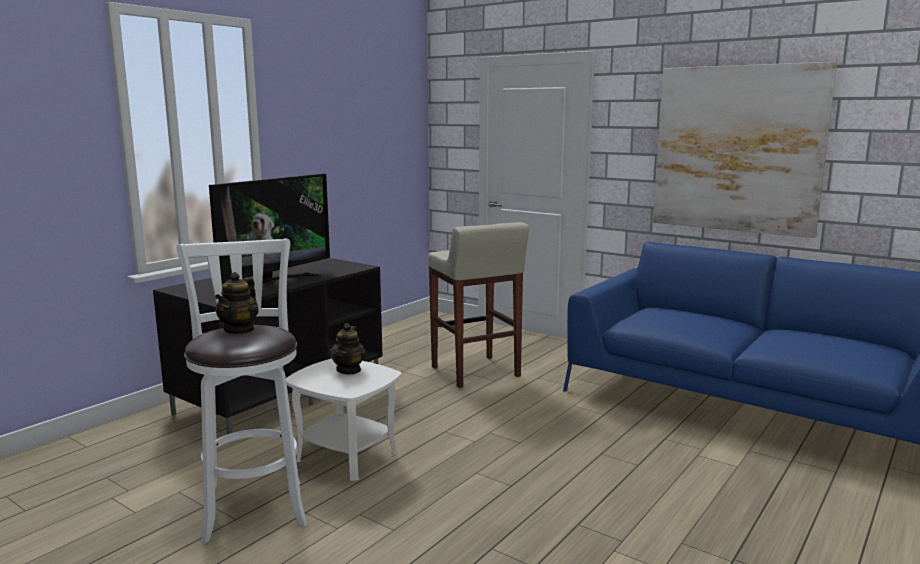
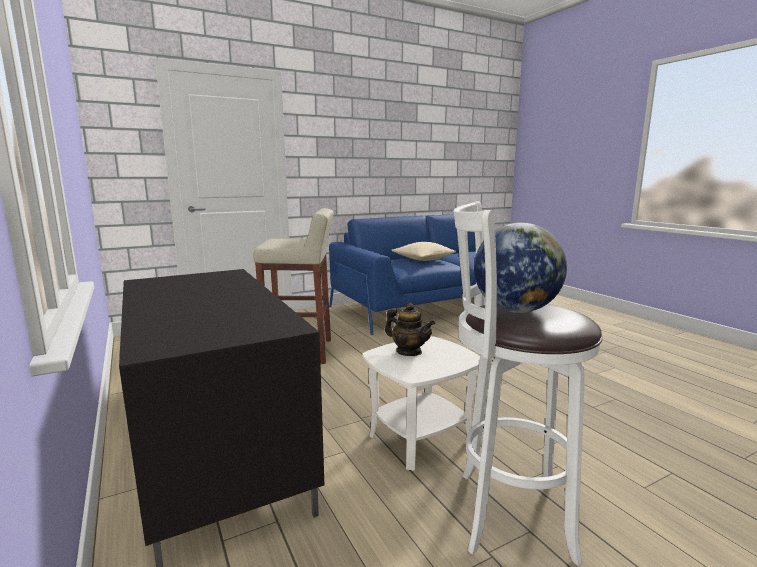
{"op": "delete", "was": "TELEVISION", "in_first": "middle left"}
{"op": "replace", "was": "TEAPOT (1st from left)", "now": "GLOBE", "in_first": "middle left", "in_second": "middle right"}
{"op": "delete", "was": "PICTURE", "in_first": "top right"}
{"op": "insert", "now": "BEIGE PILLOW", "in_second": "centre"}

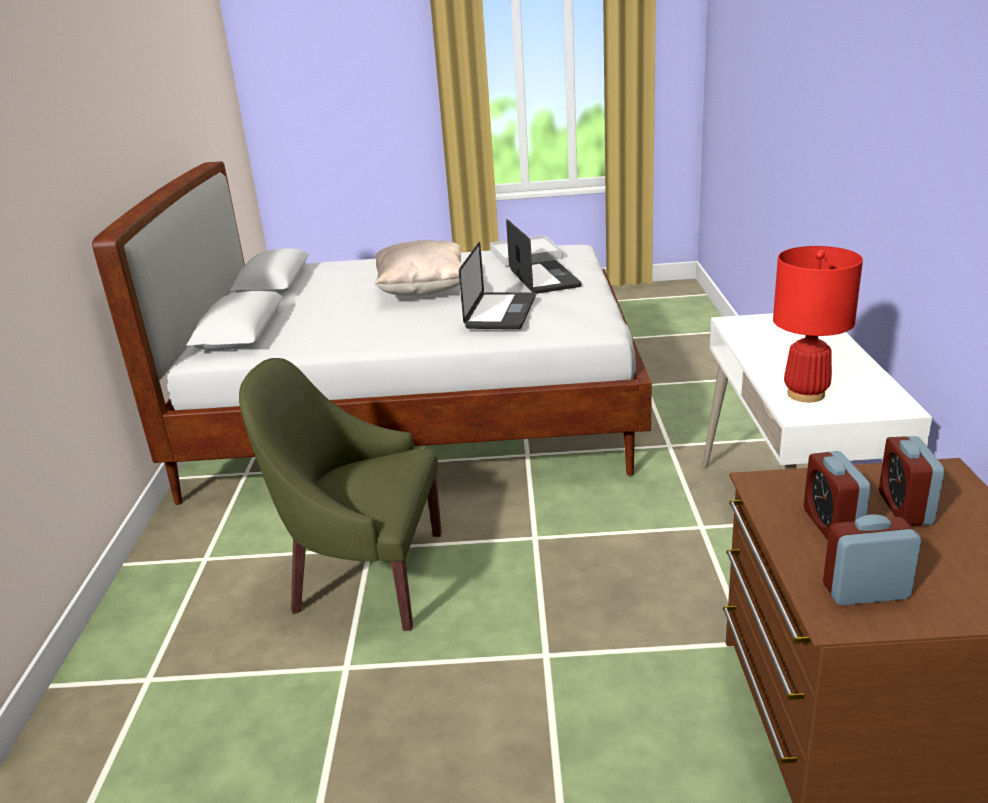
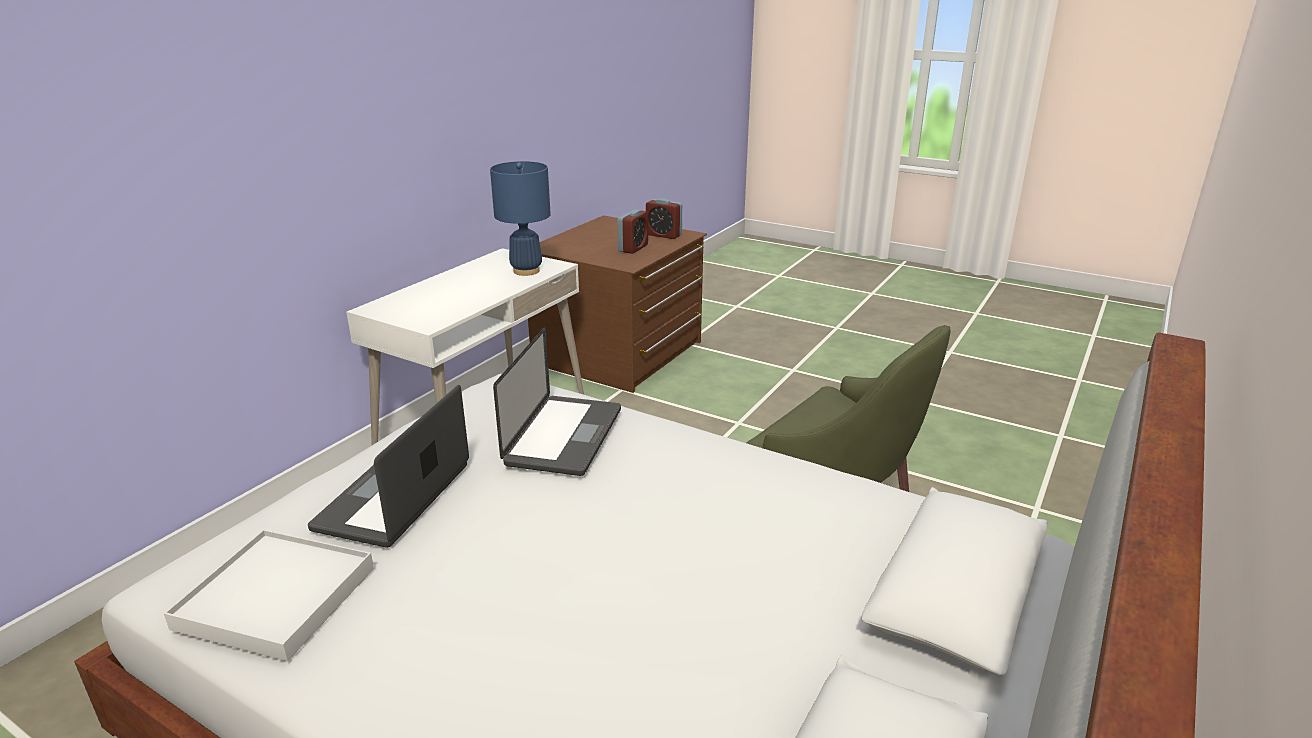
{"op": "delete", "was": "BEIGE PILLOW", "in_first": "centre"}
{"op": "rotate", "was": "LAPTOP (1st from left in the first image)", "in_first": "centre", "in_second": "centre", "clockwise": 150}
{"op": "recolor", "was": "RED TABLE LAMP", "now": "BLUE TABLE LAMP", "in_first": "middle right", "in_second": "top centre"}
{"op": "delete", "was": "ALARM CLOCK (3rd from left)", "in_first": "middle right"}

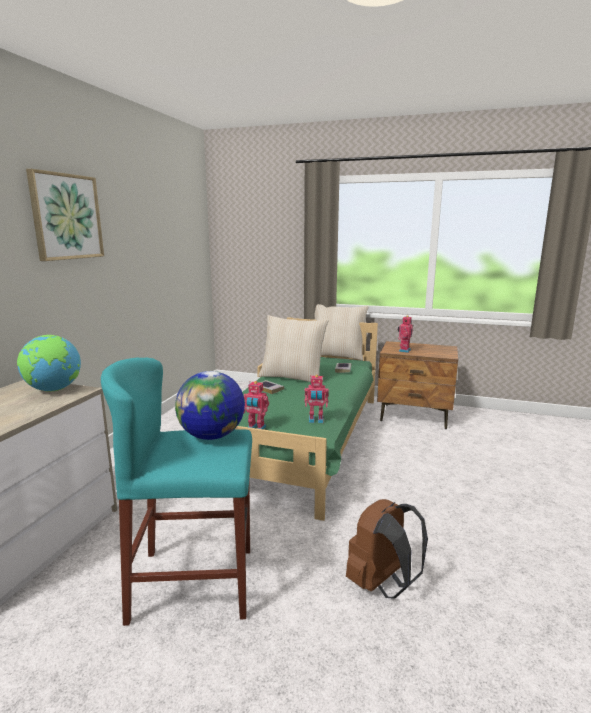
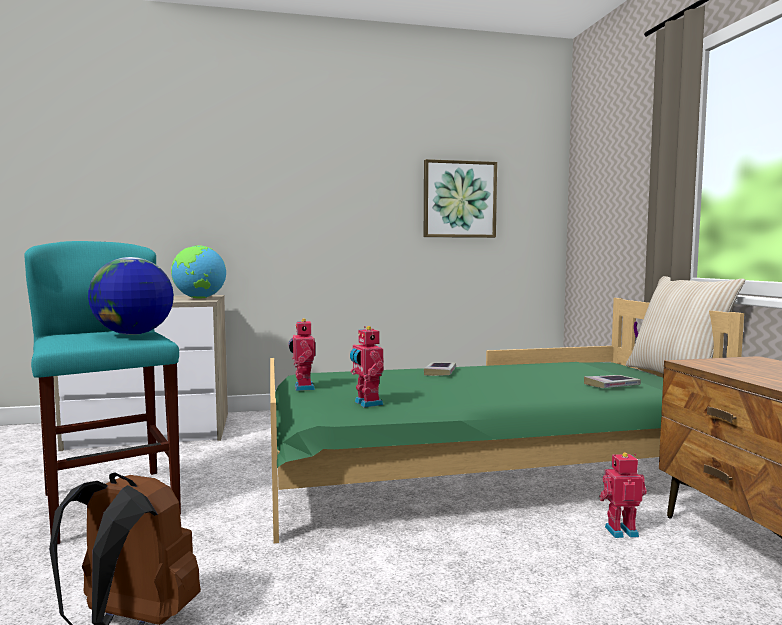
{"op": "move", "was": "PICTURE", "in_first": "top left", "in_second": "top centre"}
{"op": "delete", "was": "BEIGE PILLOW (1st from left)", "in_first": "centre"}
{"op": "move", "was": "TOY ROBOT (3rd from left)", "in_first": "middle right", "in_second": "bottom right"}

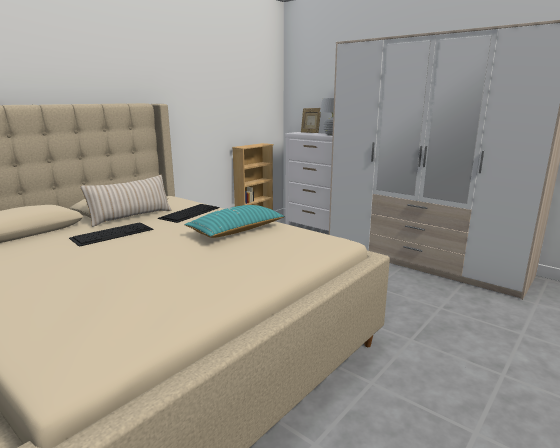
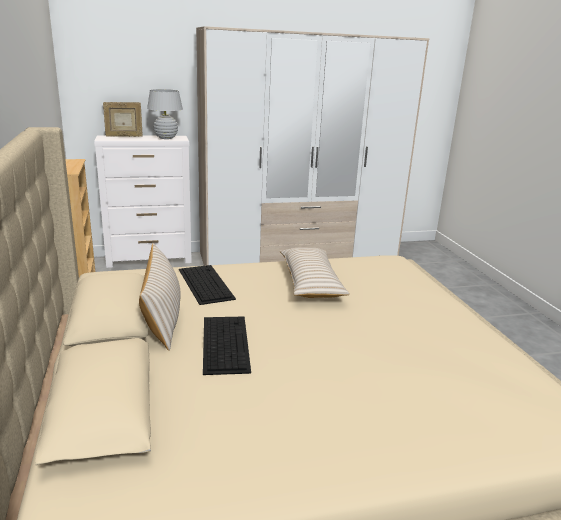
{"op": "recolor", "was": "TURQUOISE PILLOW", "now": "BEIGE PILLOW (2nd from left)", "in_first": "centre", "in_second": "centre"}

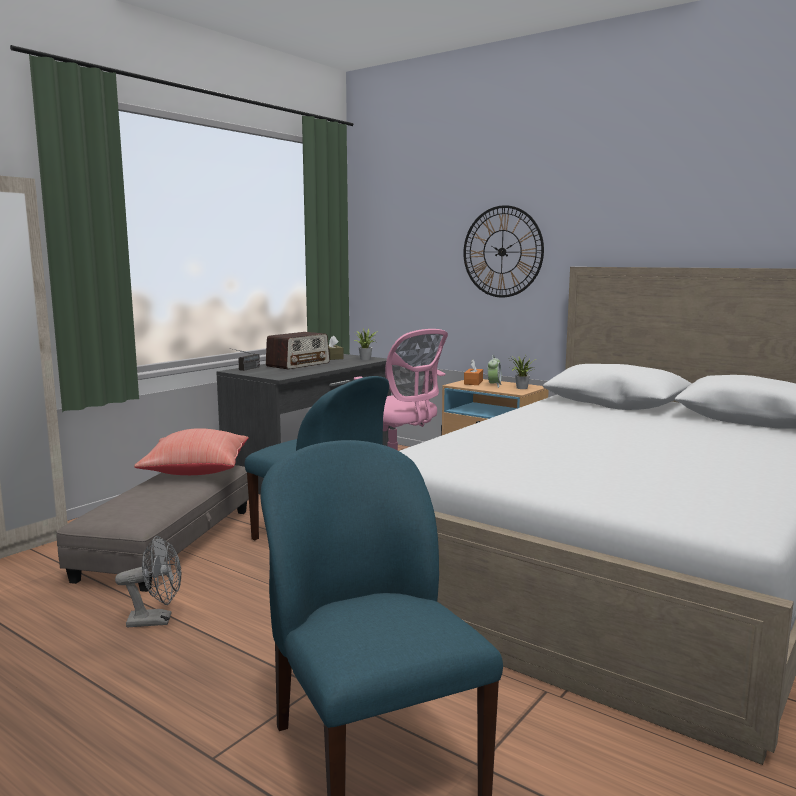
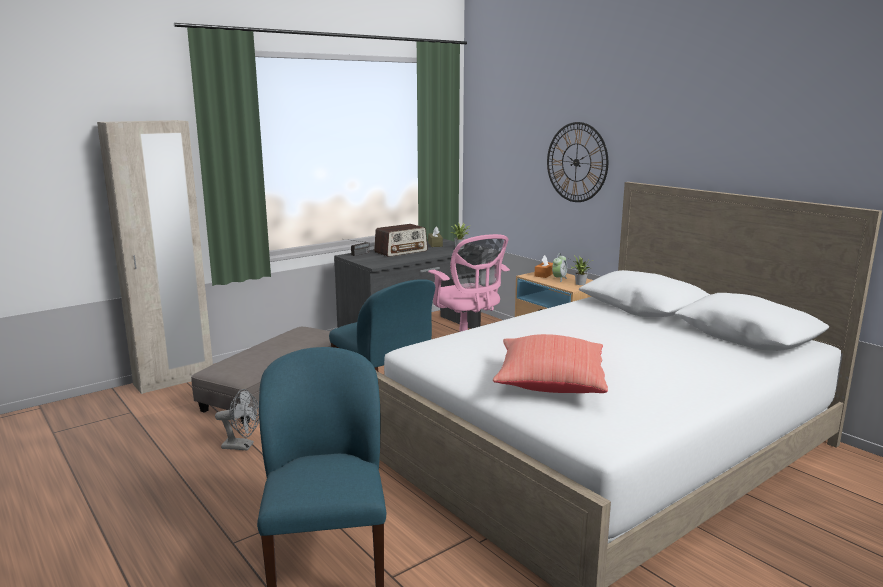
{"op": "move", "was": "RED PILLOW", "in_first": "middle left", "in_second": "centre"}

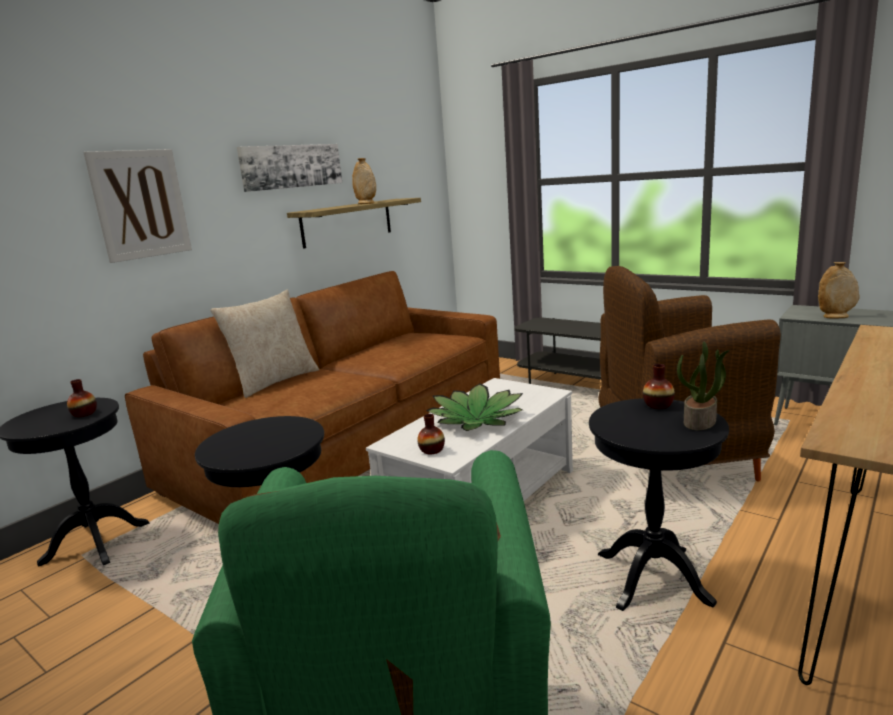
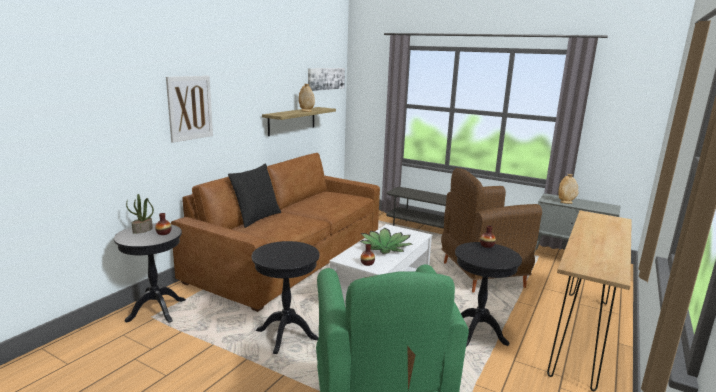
{"op": "recolor", "was": "BEIGE PILLOW", "now": "BLACK PILLOW", "in_first": "middle left", "in_second": "centre"}
{"op": "move", "was": "PICTURE (2nd from left)", "in_first": "top left", "in_second": "top centre"}
{"op": "move", "was": "POTTED PLANT (2nd from left in the first image)", "now": "POTTED PLANT (1st from left)", "in_first": "middle right", "in_second": "middle left"}

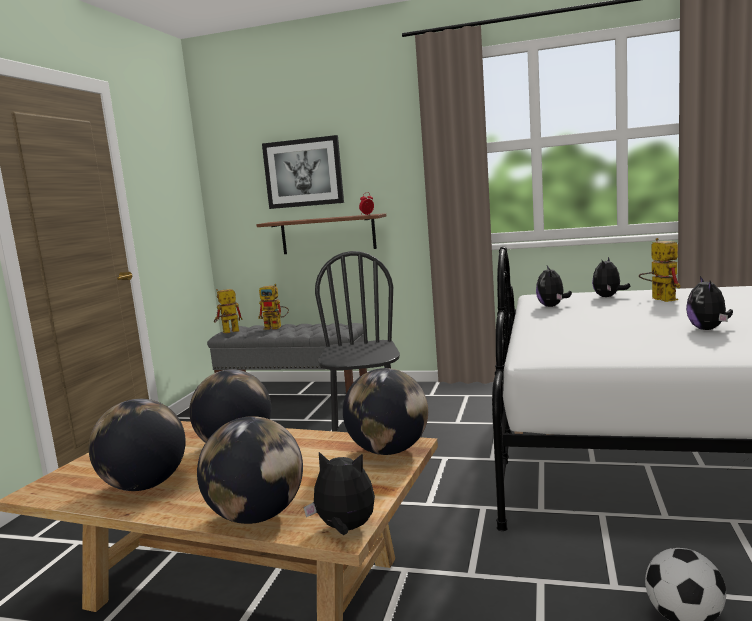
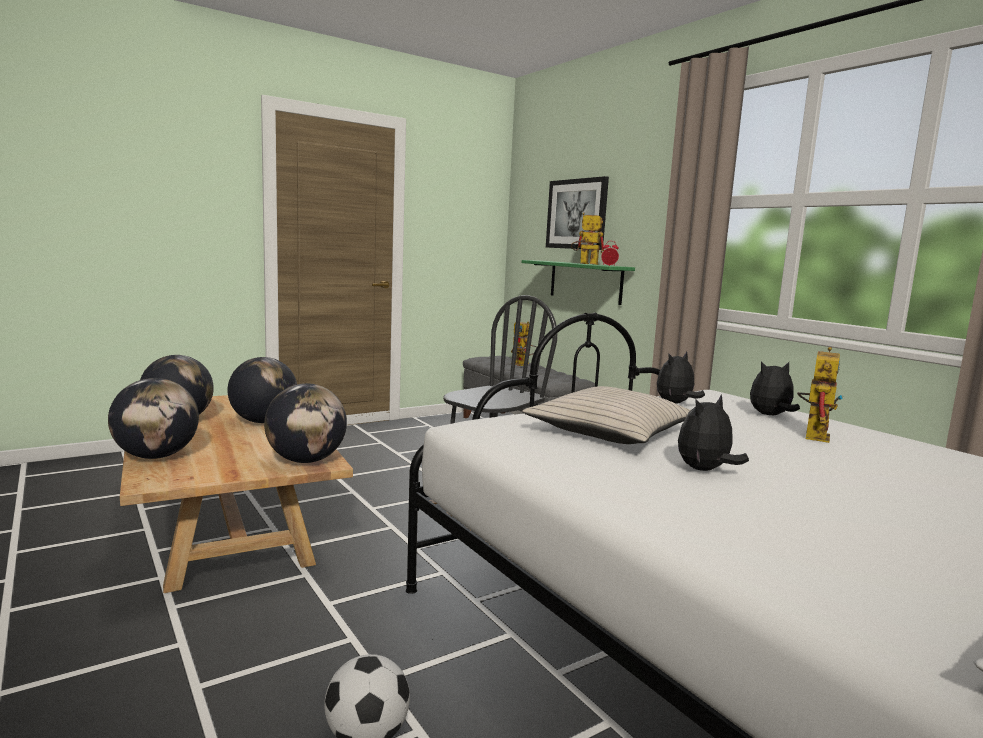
{"op": "move", "was": "TOY ROBOT (1st from left in the first image)", "now": "TOY ROBOT (2nd from left)", "in_first": "middle left", "in_second": "top centre"}
{"op": "recolor", "was": "BROWN SHELF", "now": "GREEN SHELF", "in_first": "centre", "in_second": "centre"}
{"op": "delete", "was": "PLUSH TOY (1st from left)", "in_first": "bottom centre"}
{"op": "insert", "now": "BEIGE PILLOW", "in_second": "centre"}

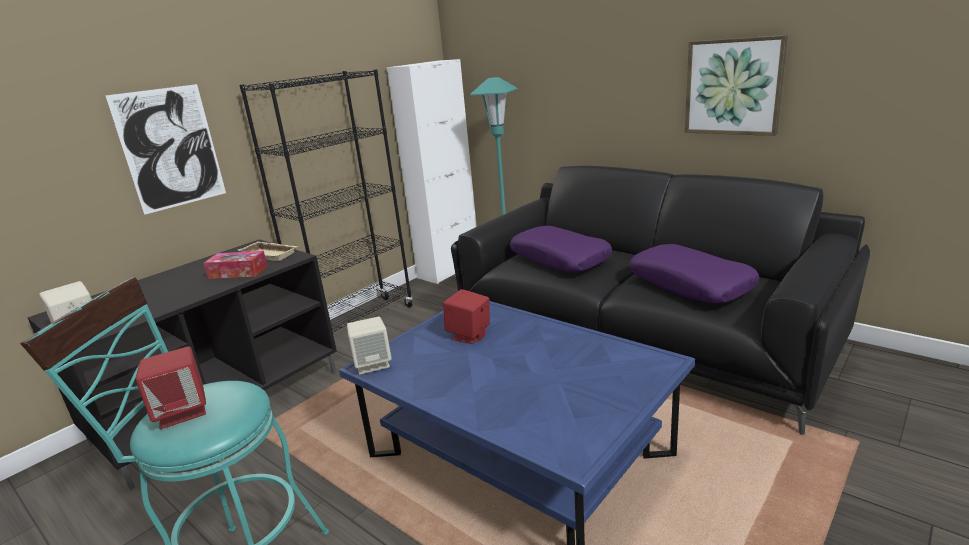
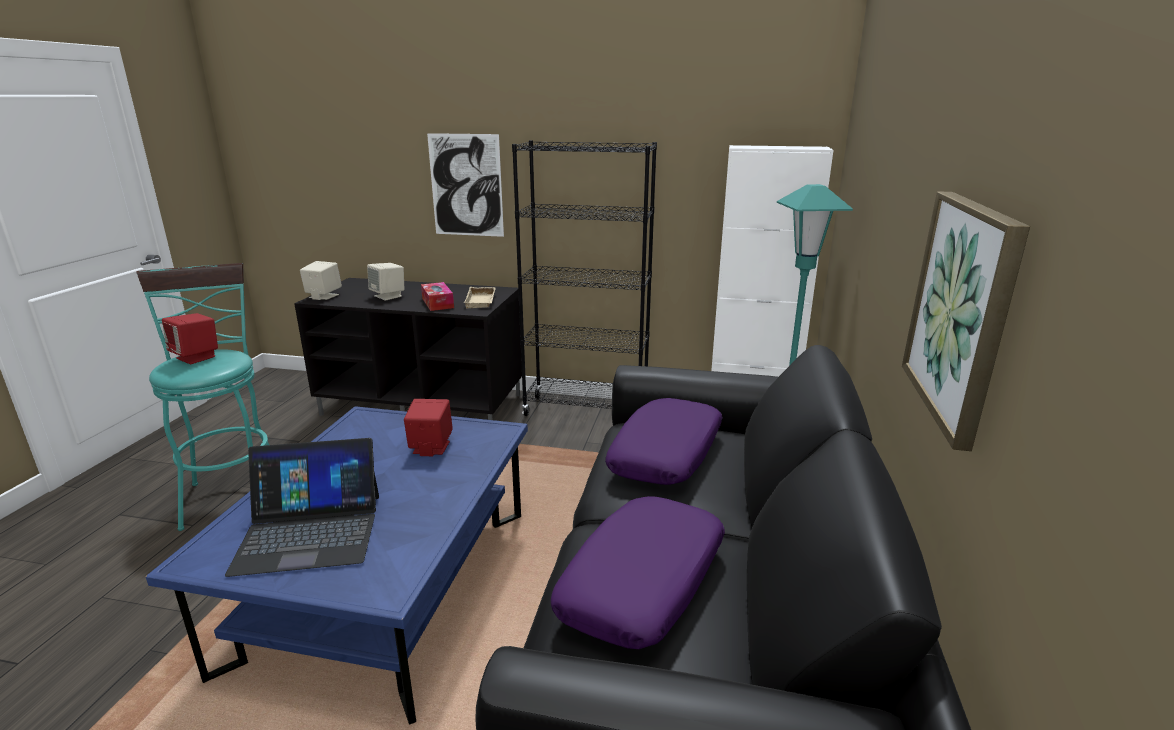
{"op": "move", "was": "BEIGE SPEAKER (2nd from left)", "in_first": "centre", "in_second": "middle left"}
{"op": "insert", "now": "LAPTOP", "in_second": "bottom left"}

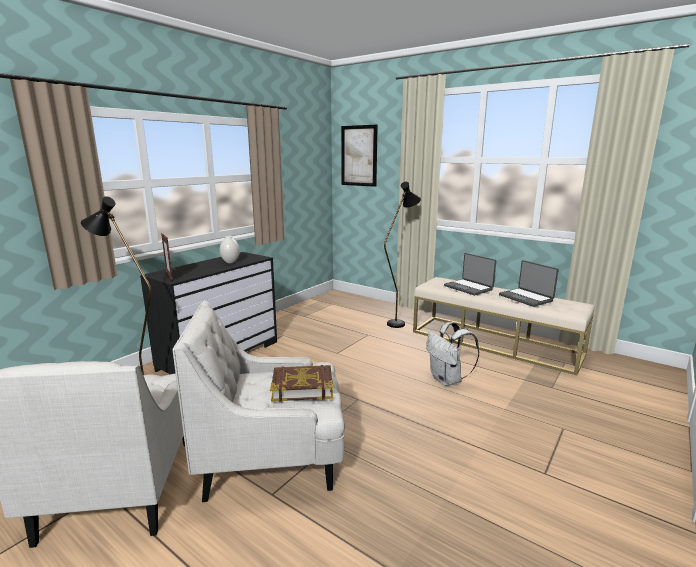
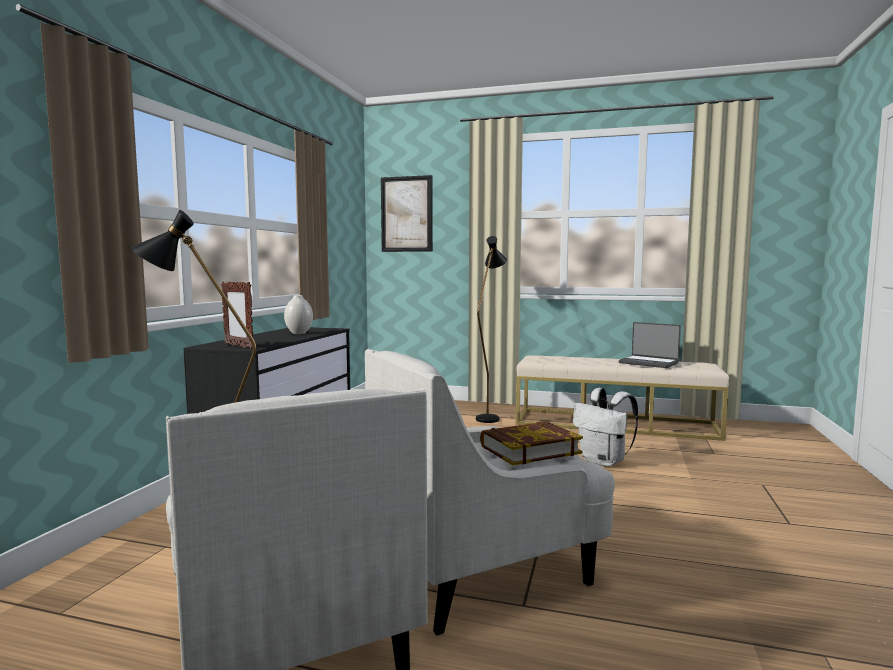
{"op": "delete", "was": "LAPTOP (1st from left)", "in_first": "middle right"}

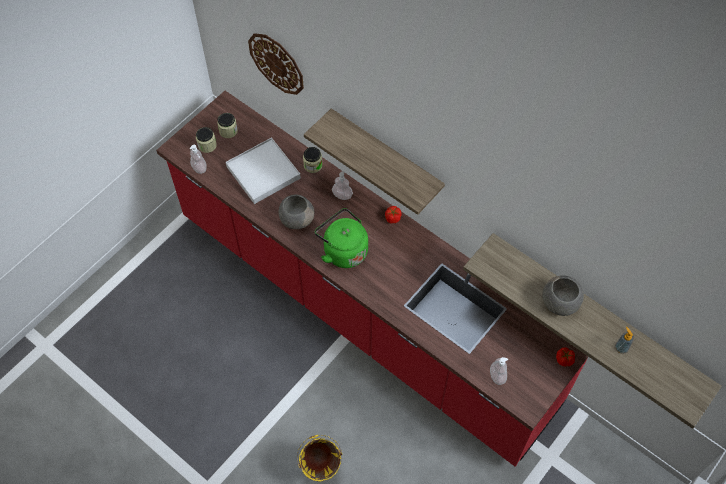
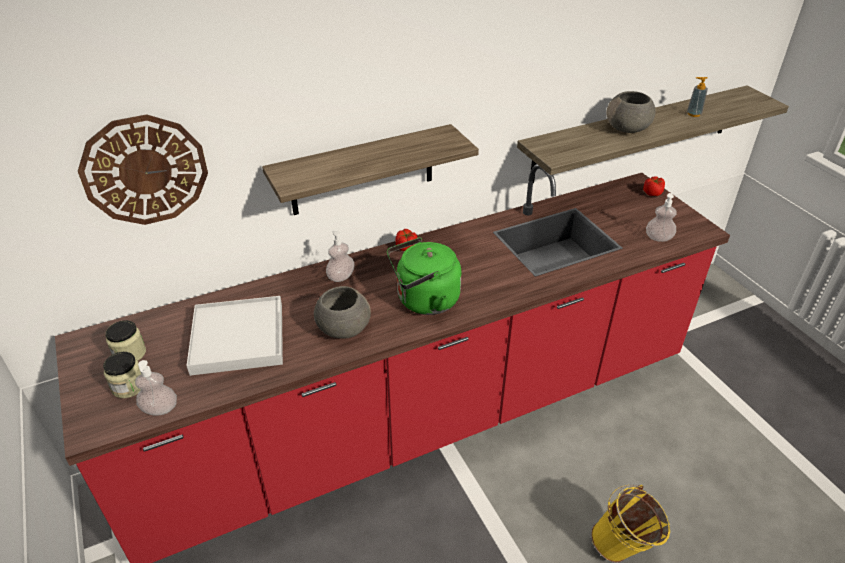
{"op": "delete", "was": "JAR (3rd from left)", "in_first": "top centre"}

